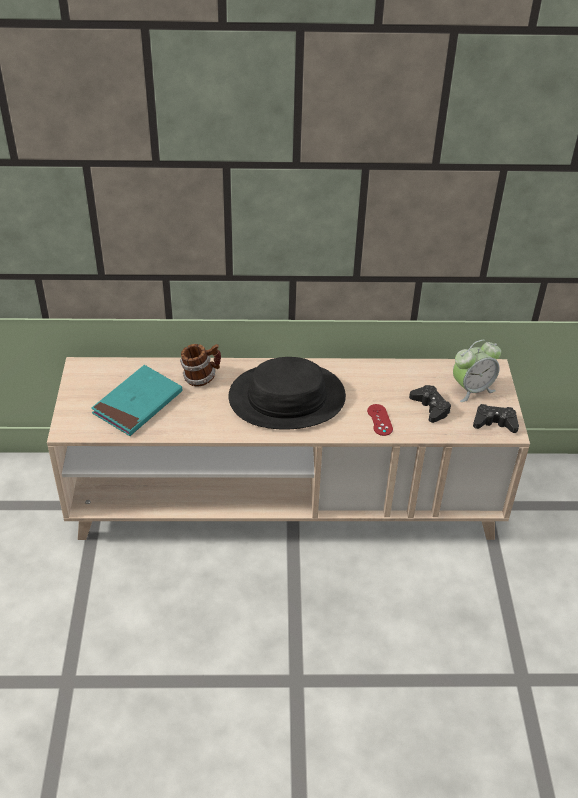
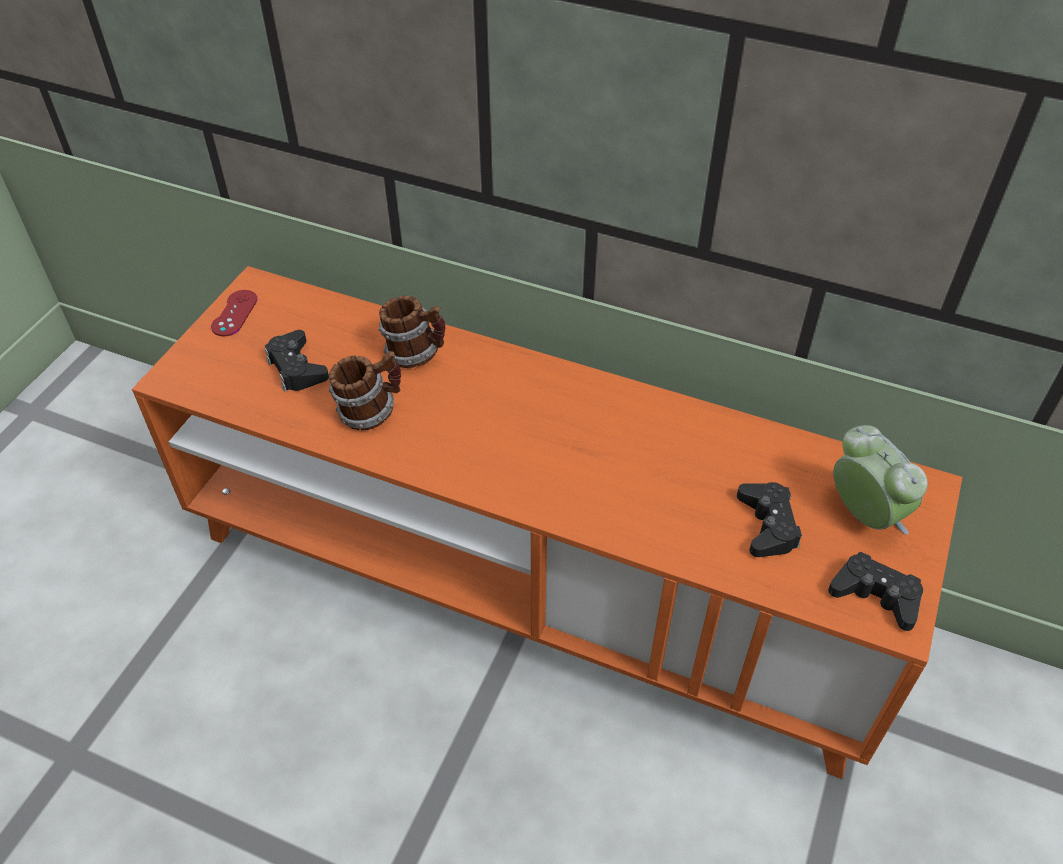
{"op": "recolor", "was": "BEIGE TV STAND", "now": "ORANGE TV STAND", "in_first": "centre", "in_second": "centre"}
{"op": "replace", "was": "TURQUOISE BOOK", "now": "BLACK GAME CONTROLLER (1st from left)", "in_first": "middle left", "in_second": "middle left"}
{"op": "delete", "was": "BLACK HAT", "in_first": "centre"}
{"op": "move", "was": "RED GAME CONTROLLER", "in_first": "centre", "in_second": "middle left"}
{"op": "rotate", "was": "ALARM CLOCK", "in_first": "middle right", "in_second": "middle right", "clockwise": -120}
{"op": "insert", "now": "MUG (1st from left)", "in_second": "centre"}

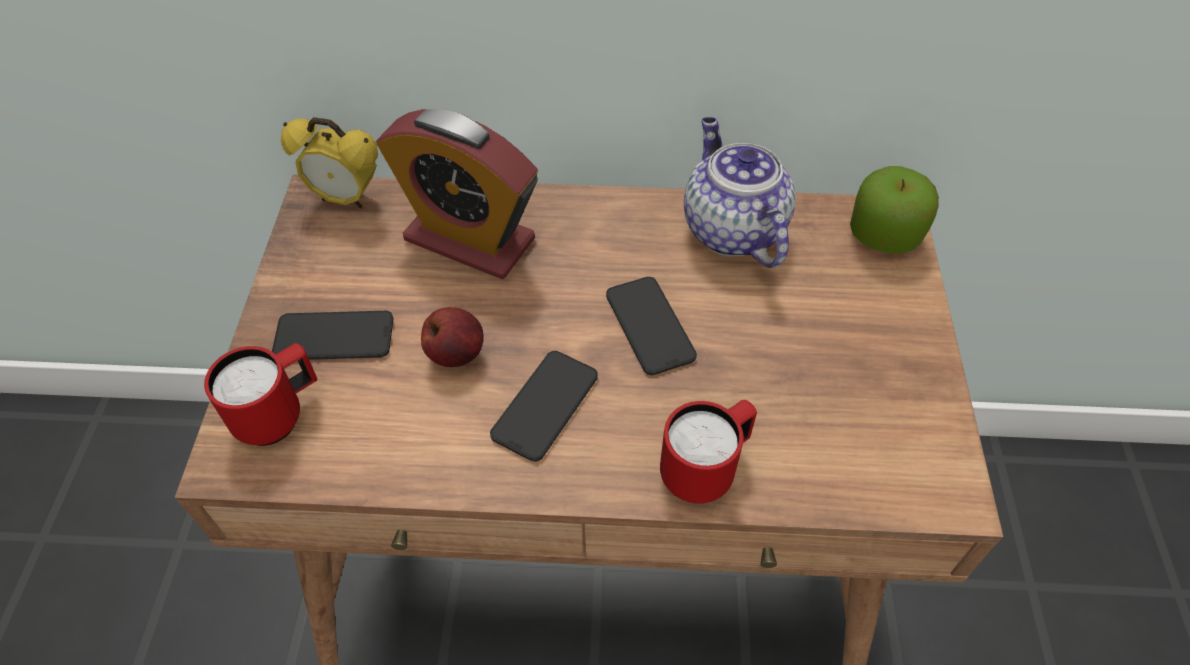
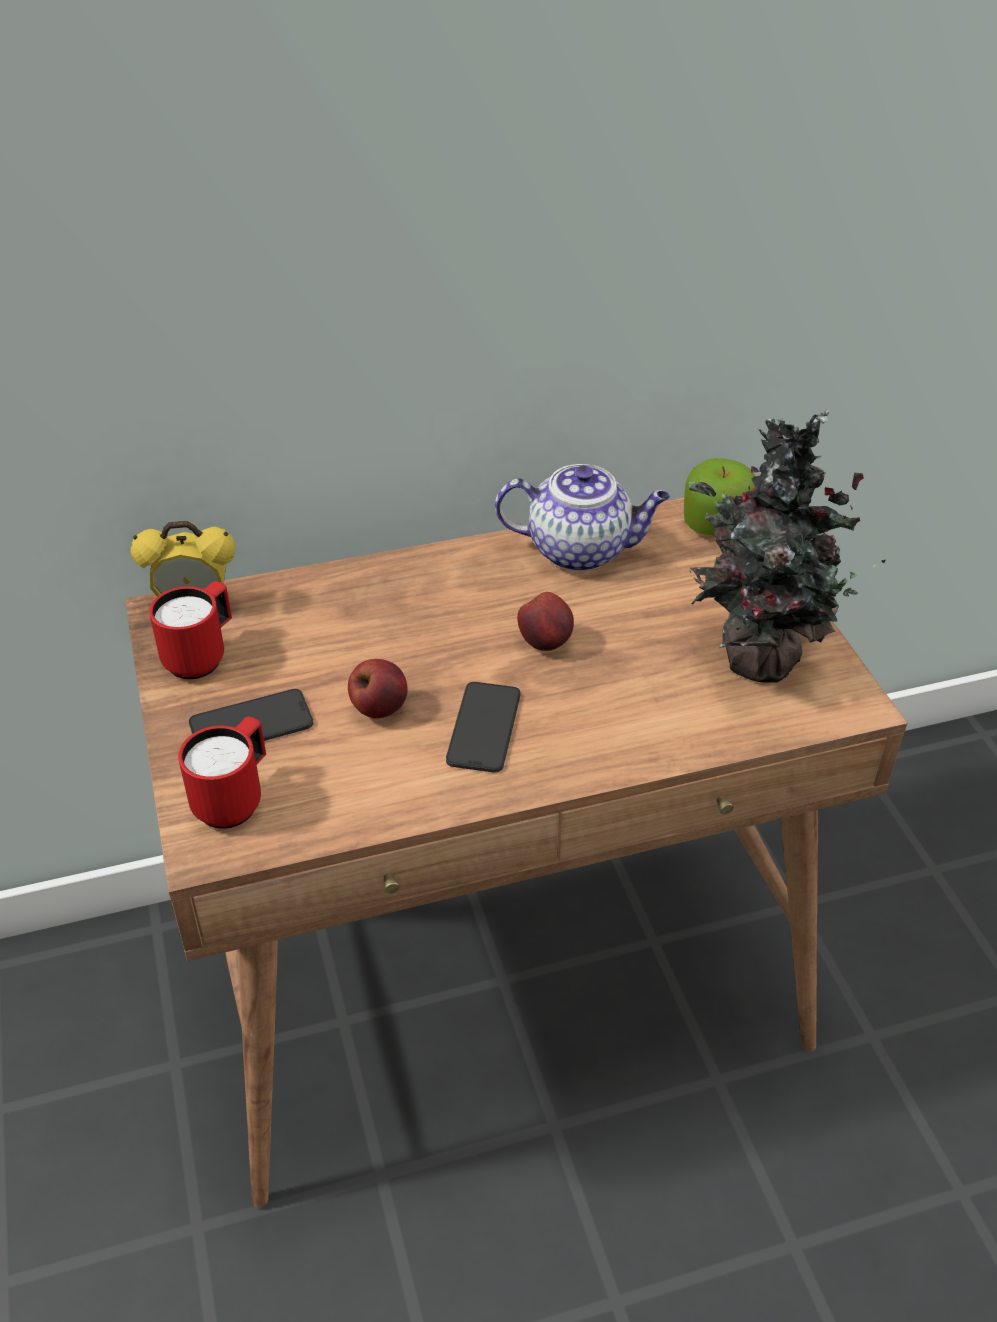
{"op": "delete", "was": "ALARM CLOCK (2nd from left)", "in_first": "top centre"}
{"op": "replace", "was": "PHONE (3rd from left)", "now": "APPLE (2nd from left)", "in_first": "centre", "in_second": "centre"}
{"op": "move", "was": "RED MUG (2nd from left in the first image)", "now": "RED MUG (1st from left)", "in_first": "bottom centre", "in_second": "middle left"}
{"op": "rotate", "was": "TEAPOT", "in_first": "top centre", "in_second": "centre", "clockwise": 135}
{"op": "insert", "now": "POTTED PLANT", "in_second": "middle right"}

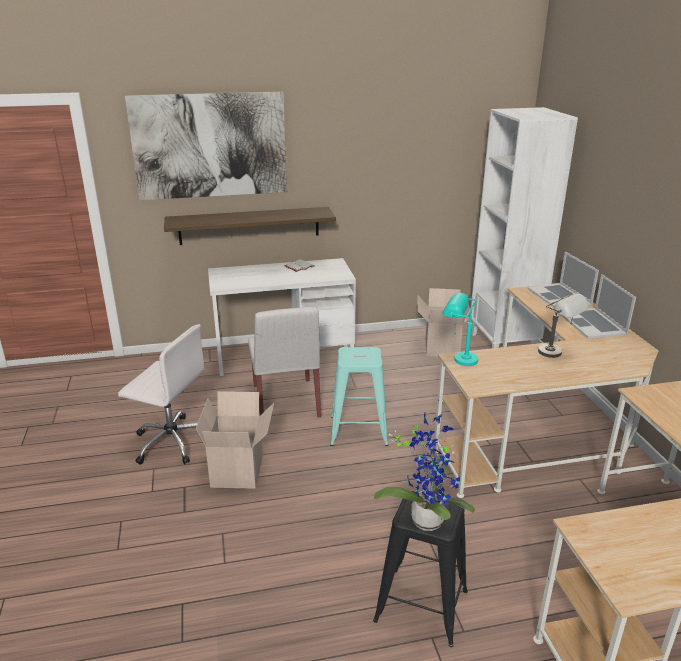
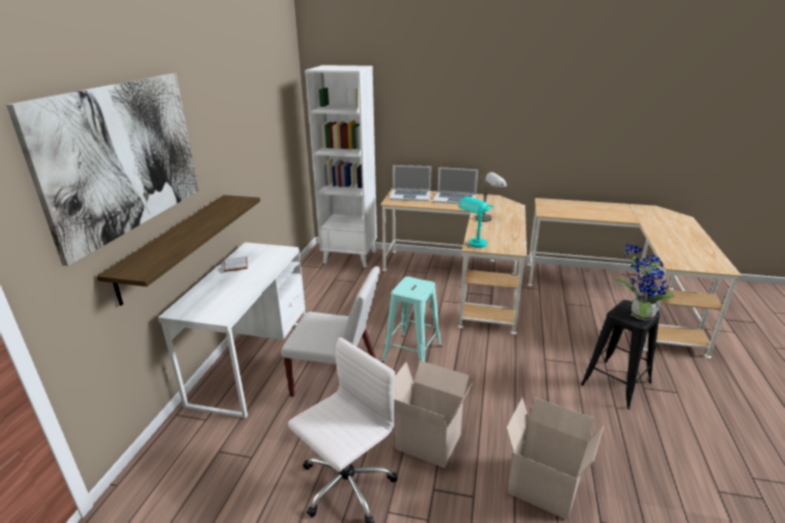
{"op": "move", "was": "CARDBOARD BOX (2nd from left)", "in_first": "centre", "in_second": "bottom right"}

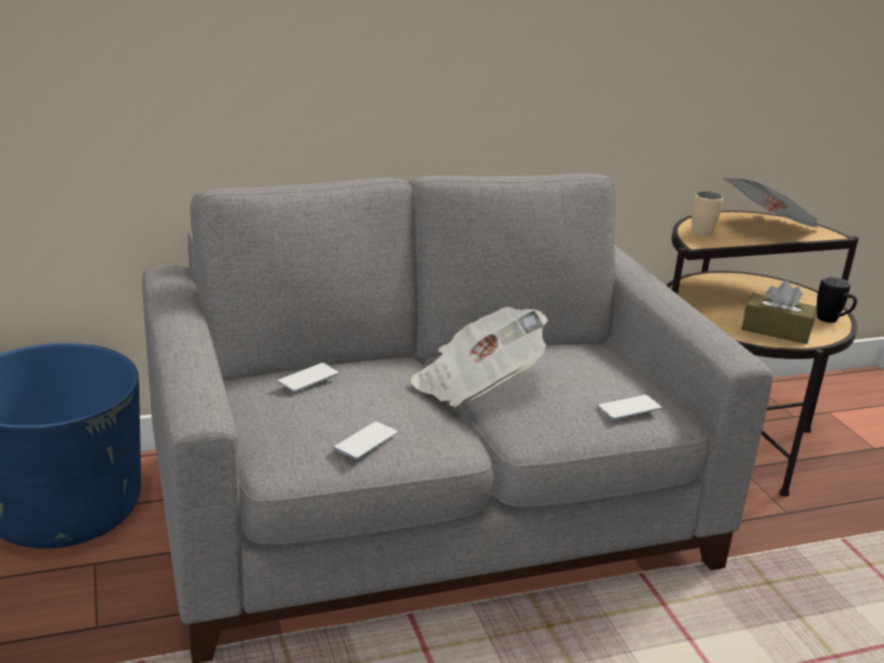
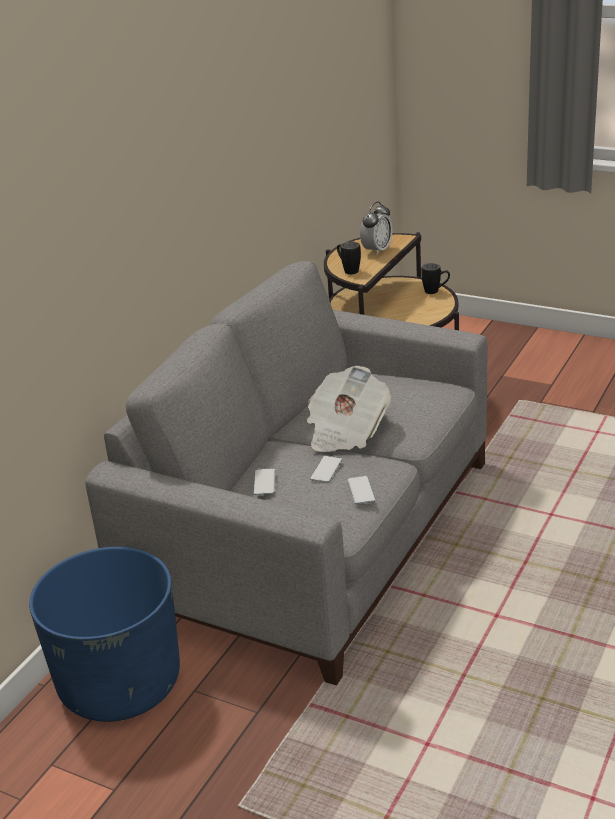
{"op": "move", "was": "PHONE (3rd from left in the first image)", "now": "PHONE (2nd from left)", "in_first": "middle right", "in_second": "centre"}
{"op": "recolor", "was": "BEIGE MUG", "now": "BLACK MUG (1st from left)", "in_first": "top right", "in_second": "top centre"}
{"op": "replace", "was": "NEWSPAPER (2nd from left)", "now": "ALARM CLOCK", "in_first": "top right", "in_second": "top centre"}
{"op": "delete", "was": "BROWN TISSUE BOX", "in_first": "middle right"}

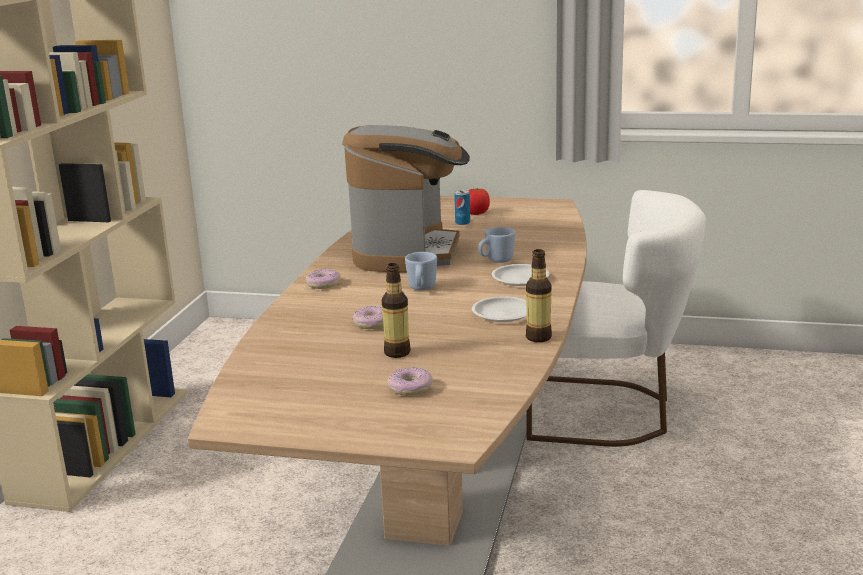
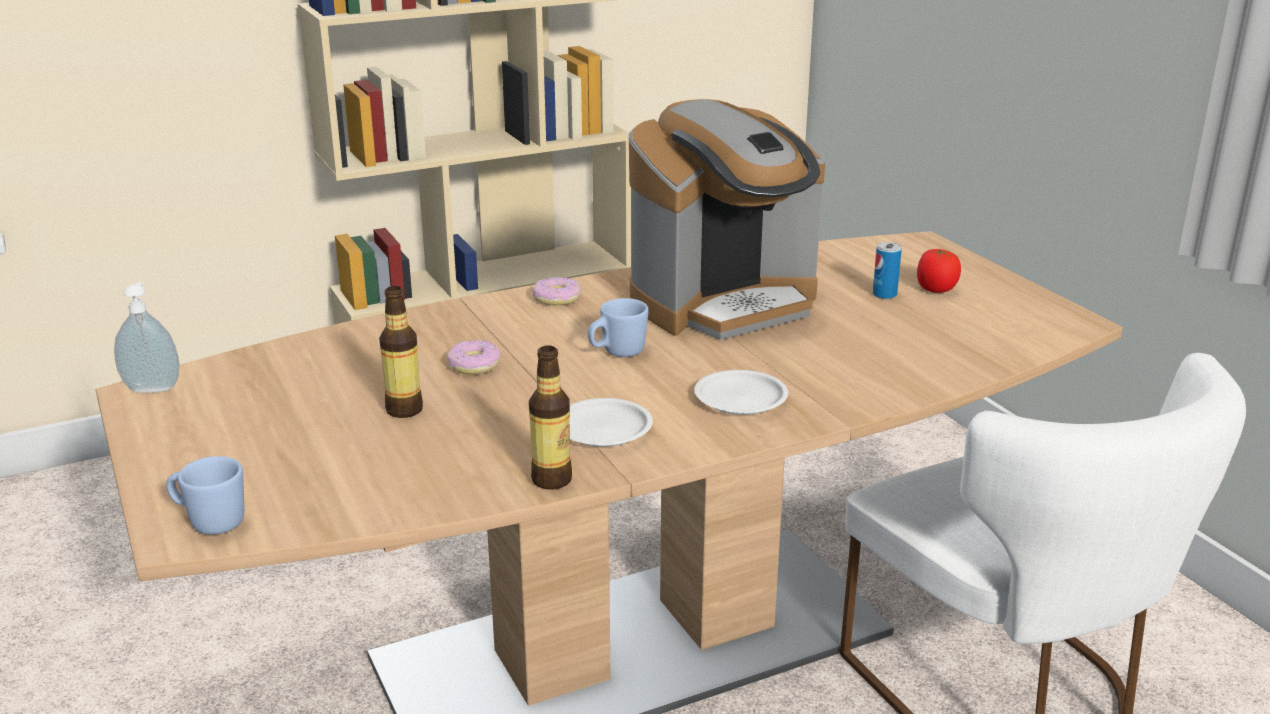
{"op": "delete", "was": "DONUT (3rd from left)", "in_first": "centre"}
{"op": "move", "was": "BLUE MUG (2nd from left in the first image)", "now": "BLUE MUG (1st from left)", "in_first": "centre", "in_second": "bottom left"}
{"op": "insert", "now": "SOAP DISPENSER", "in_second": "middle left"}

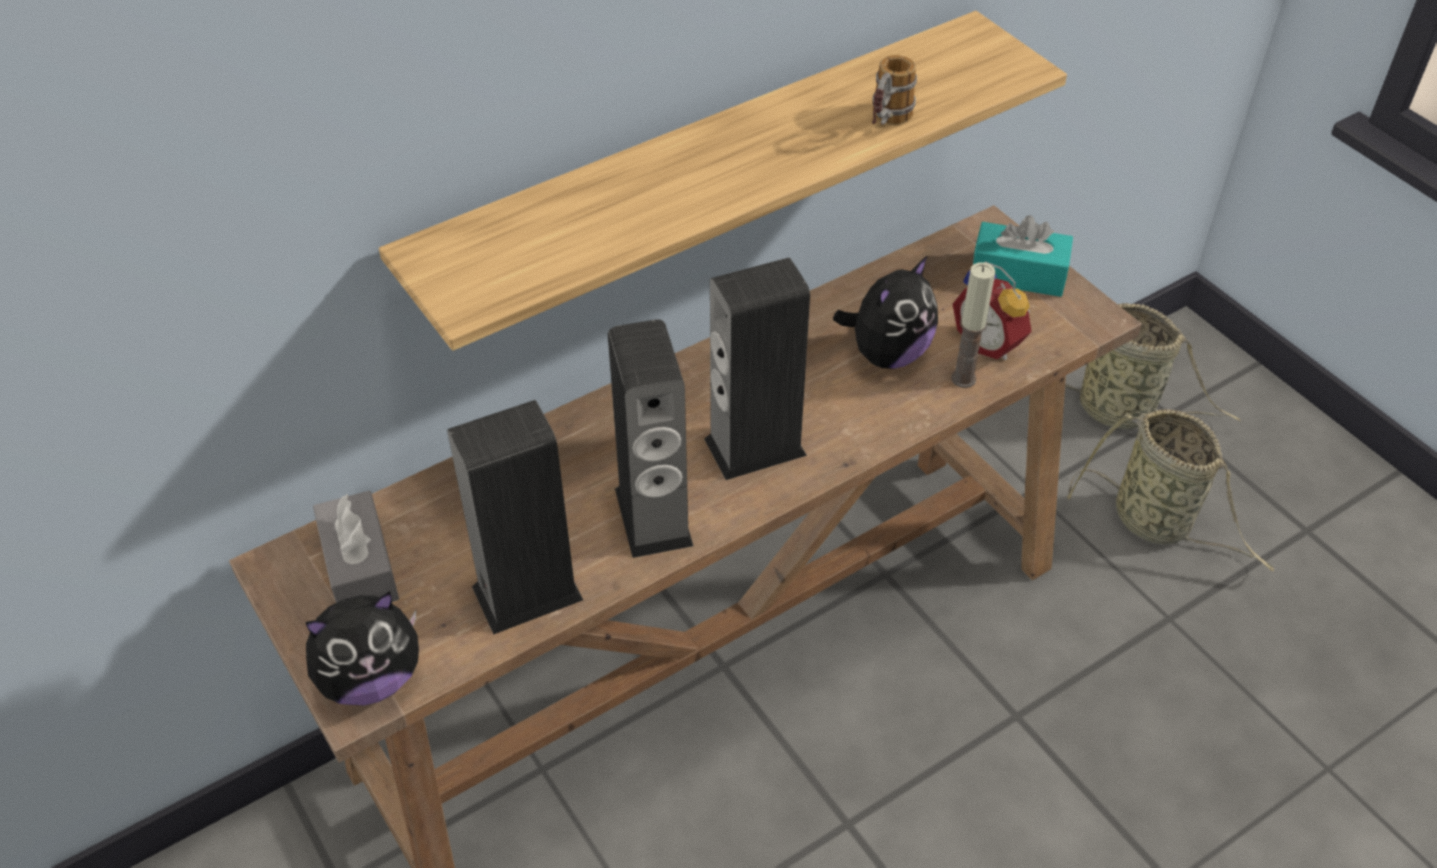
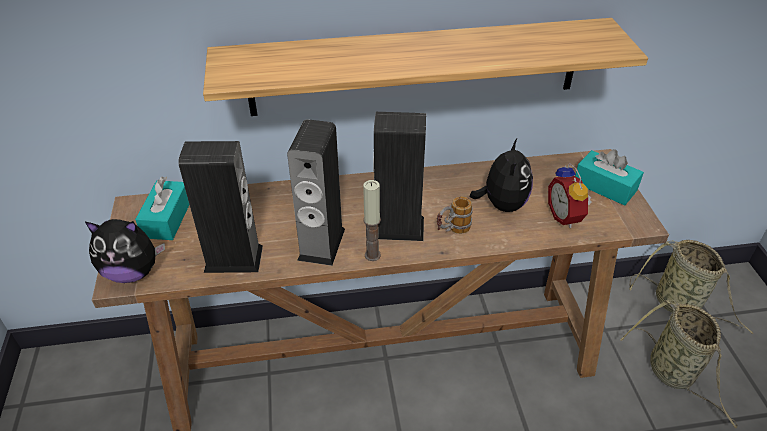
{"op": "recolor", "was": "GREY TISSUE BOX", "now": "TURQUOISE TISSUE BOX (1st from left)", "in_first": "middle left", "in_second": "middle left"}
{"op": "rotate", "was": "PLUSH TOY (2nd from left)", "in_first": "centre", "in_second": "centre", "clockwise": -60}
{"op": "move", "was": "MUG", "in_first": "top centre", "in_second": "centre"}
{"op": "move", "was": "CANDLE", "in_first": "middle right", "in_second": "centre"}

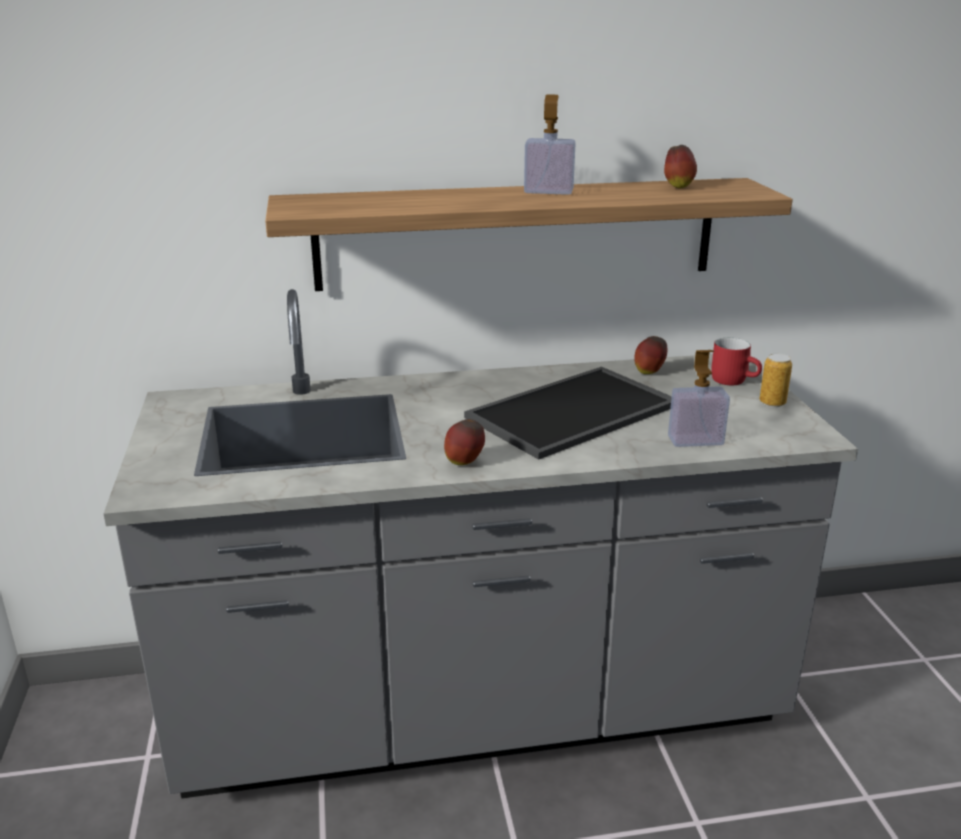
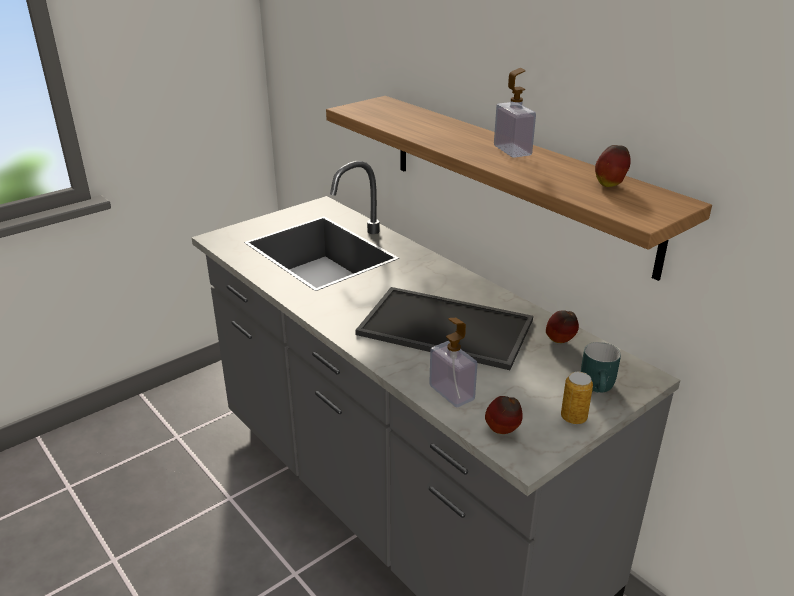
{"op": "move", "was": "APPLE (1st from left)", "in_first": "centre", "in_second": "bottom centre"}
{"op": "recolor", "was": "RED MUG", "now": "TURQUOISE MUG", "in_first": "middle right", "in_second": "middle right"}

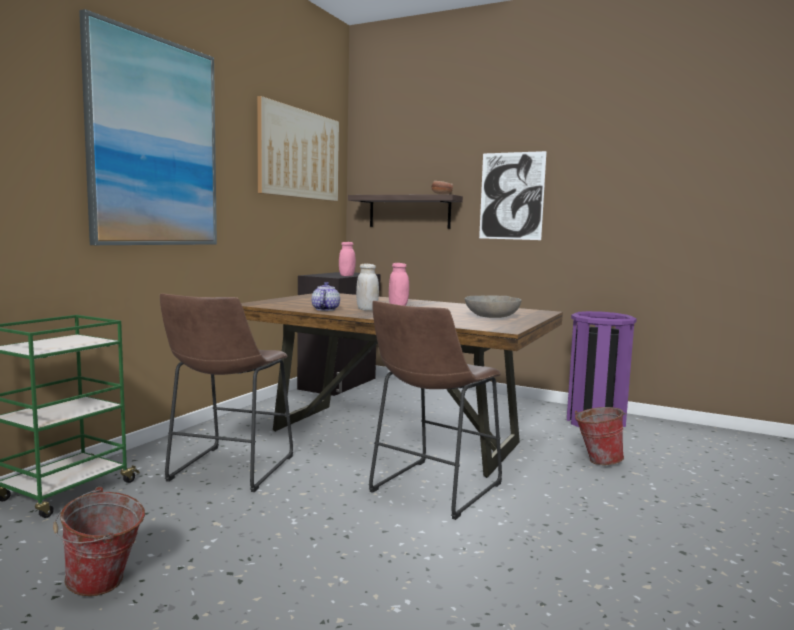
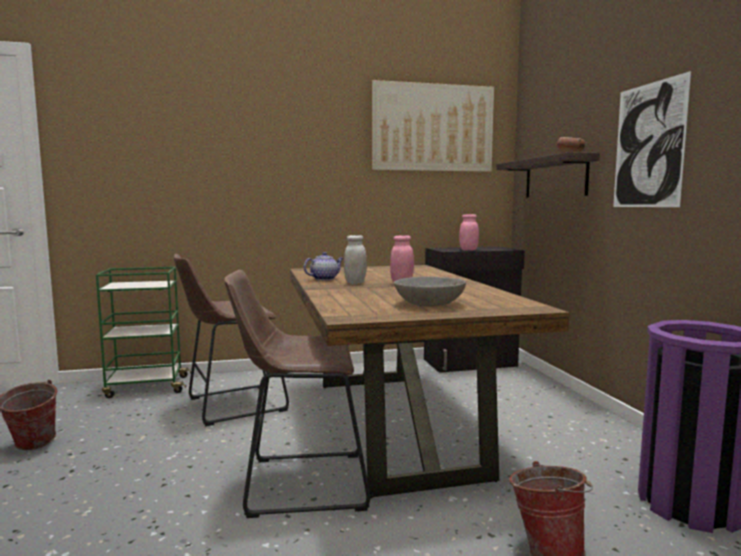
{"op": "delete", "was": "PICTURE (1st from left)", "in_first": "top left"}

